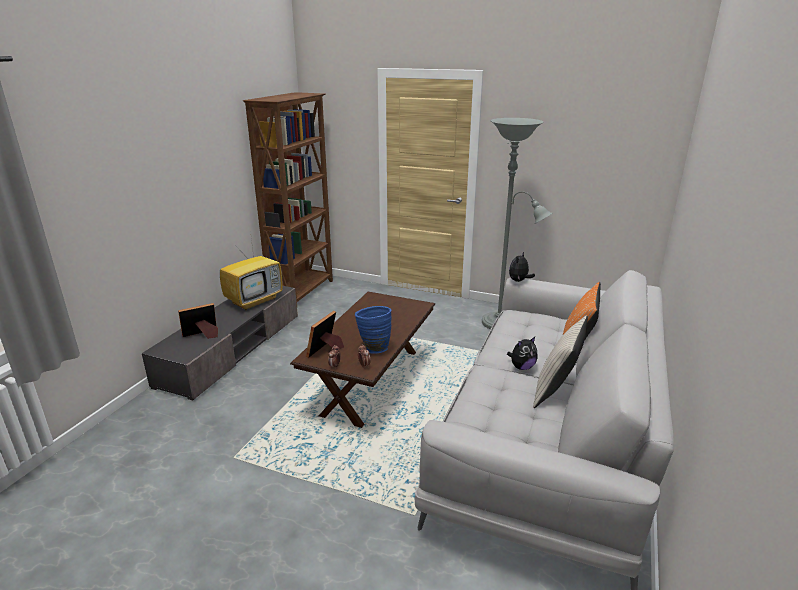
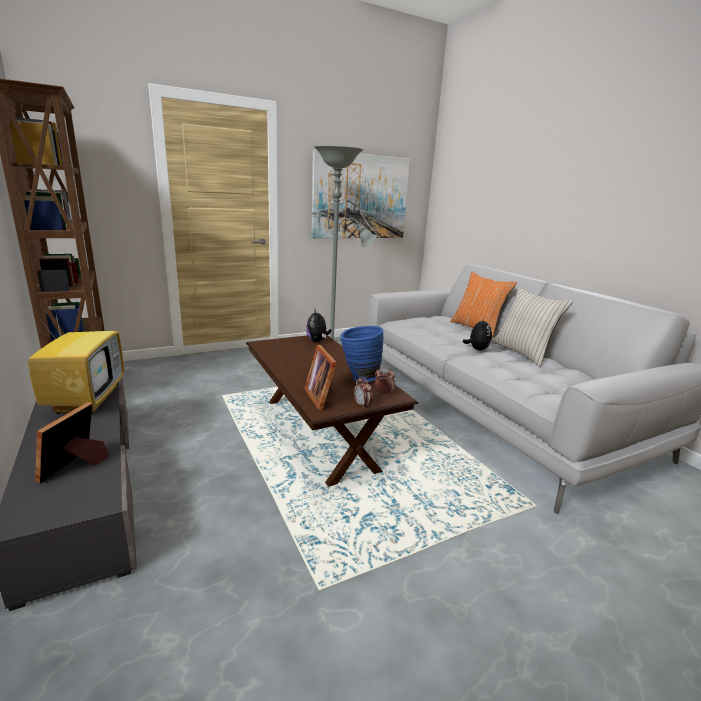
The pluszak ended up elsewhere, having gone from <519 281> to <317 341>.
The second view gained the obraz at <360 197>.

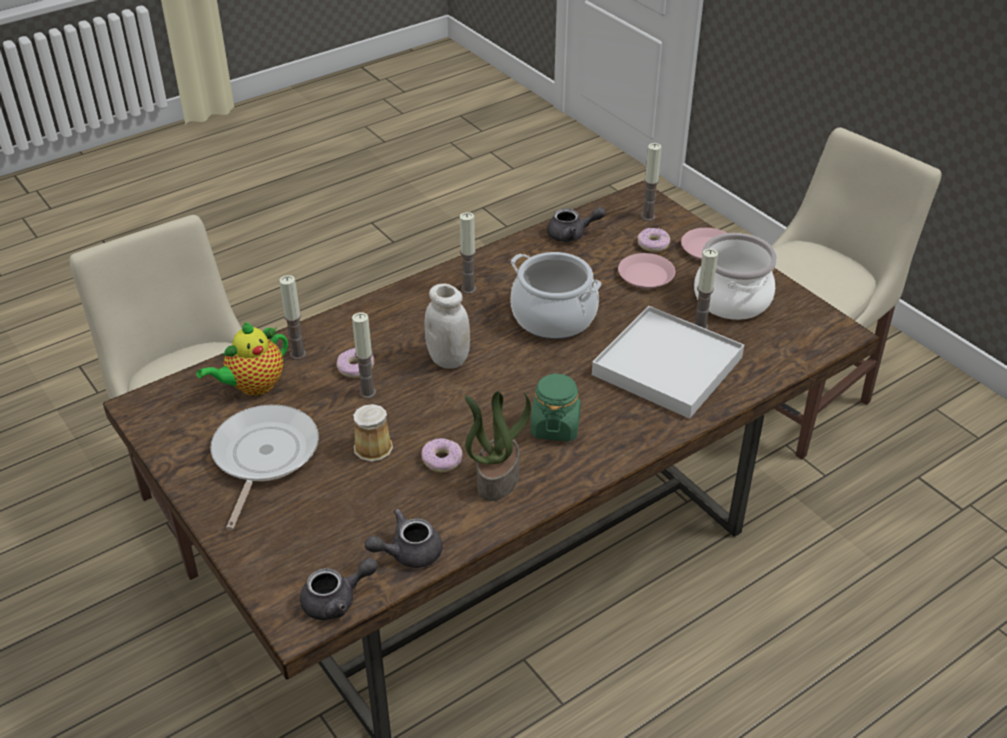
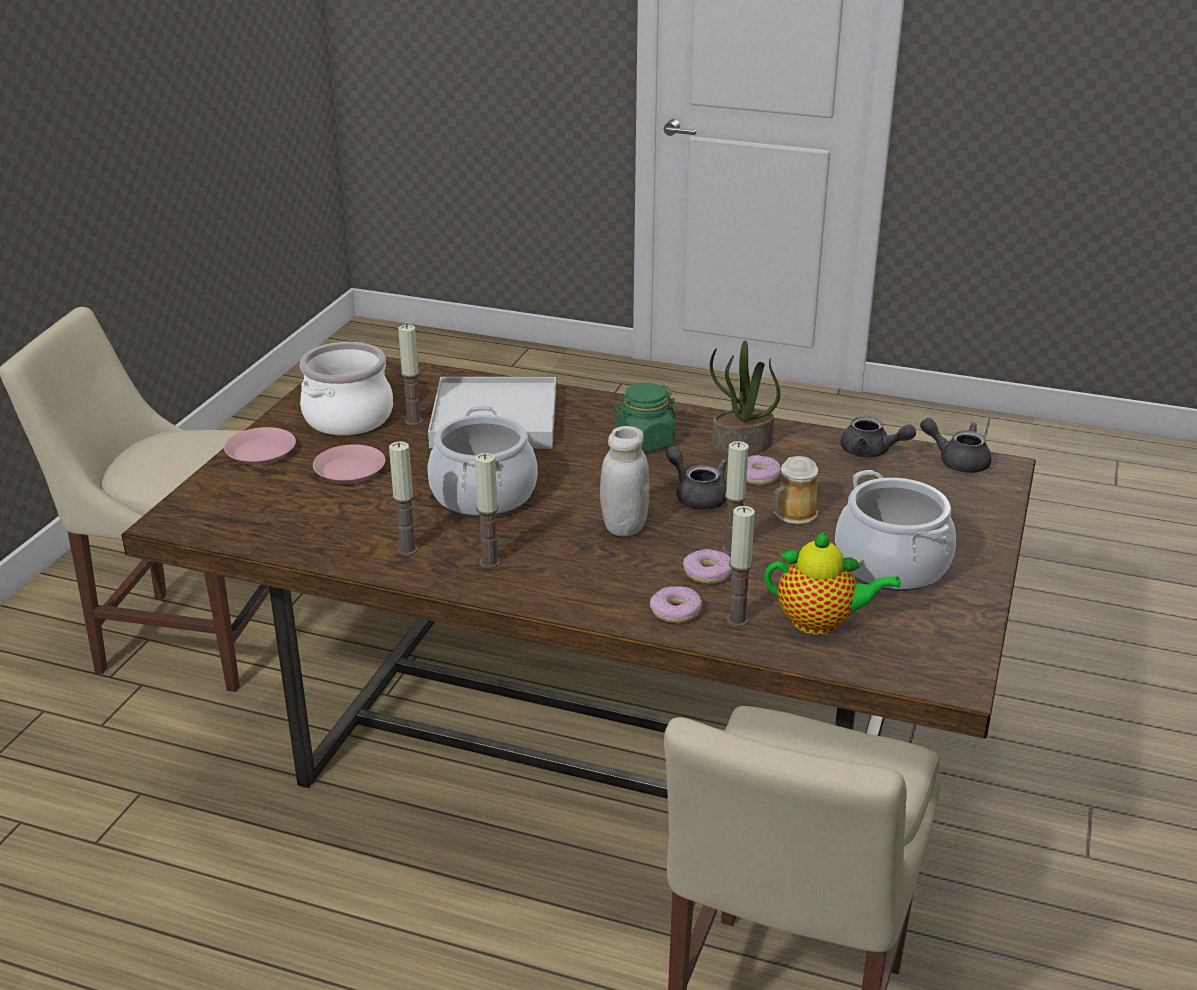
The świeca ended up elsewhere, having gone from <648 217> to <407 550>.
The donut ended up elsewhere, having gone from <653 244> to <676 611>.
The imbryk (szary) ended up elsewhere, having gone from <572 234> to <697 495>.
Where the patelnia stood at <263 456>, the garnek came to stand at <892 565>.

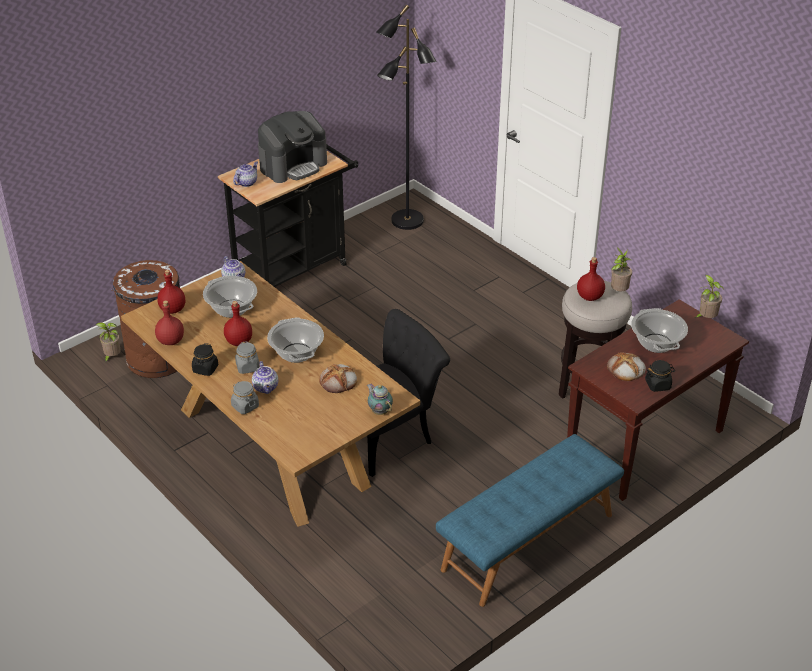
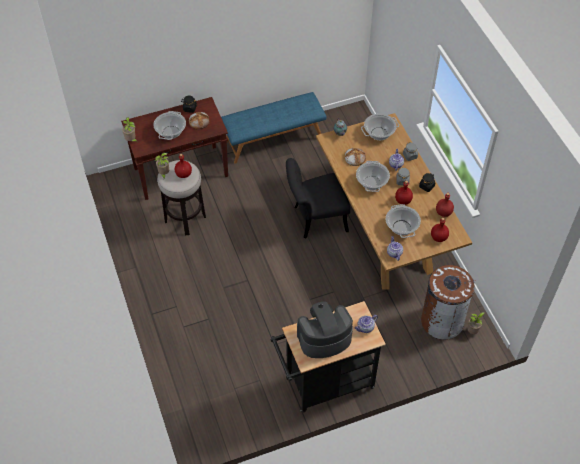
The second view gained the garnek at <379 134>.
The second view lost the lampa stojąca (czarny) at <407 221>.

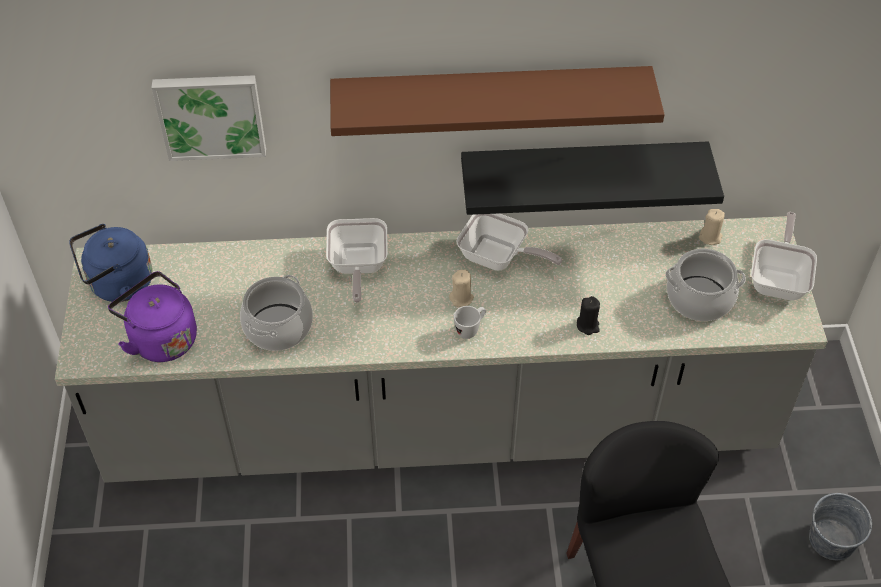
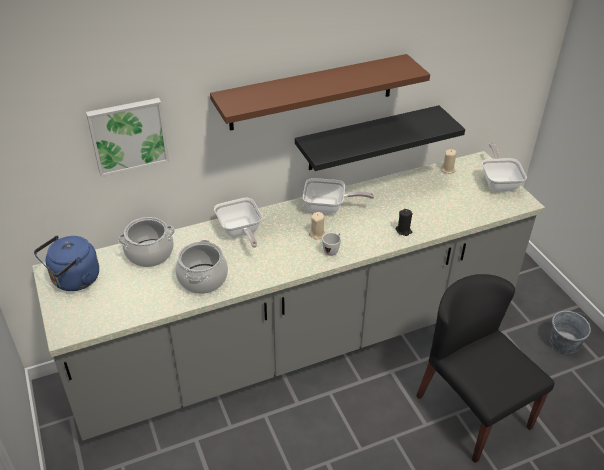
The garnek ended up elsewhere, having gone from <699 299> to <149 253>.
The second view lost the czajnik (fioletowy) at <161 338>.

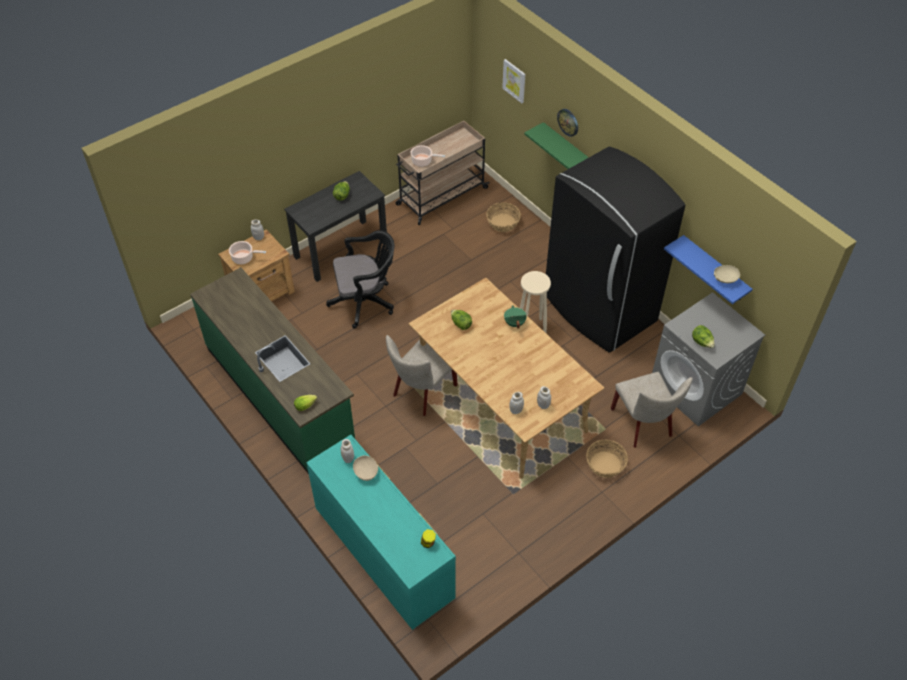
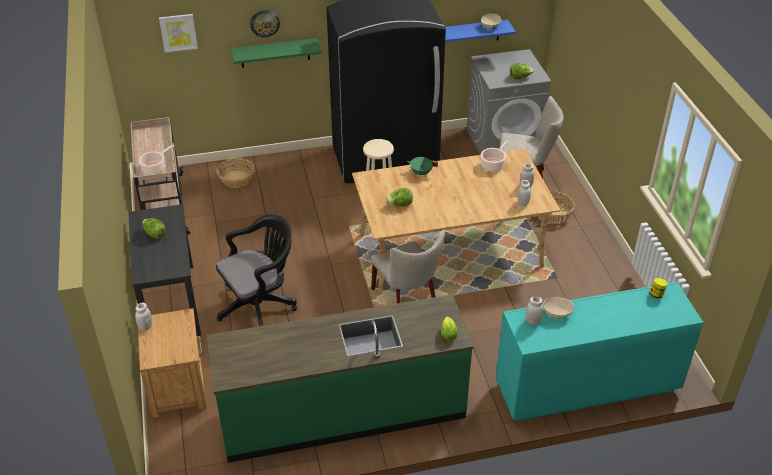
The krzesło biurowe (czarny) at <365 301> ended up facing another way, 45 degrees clockwise from before.
The garnek ended up elsewhere, having gone from <244 258> to <493 165>.

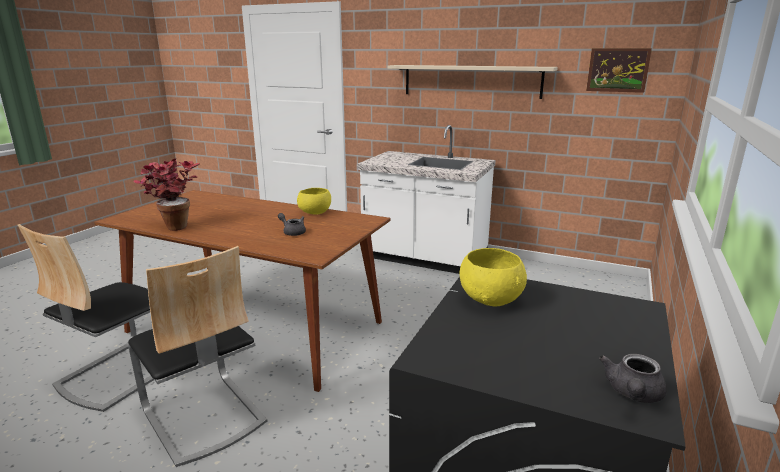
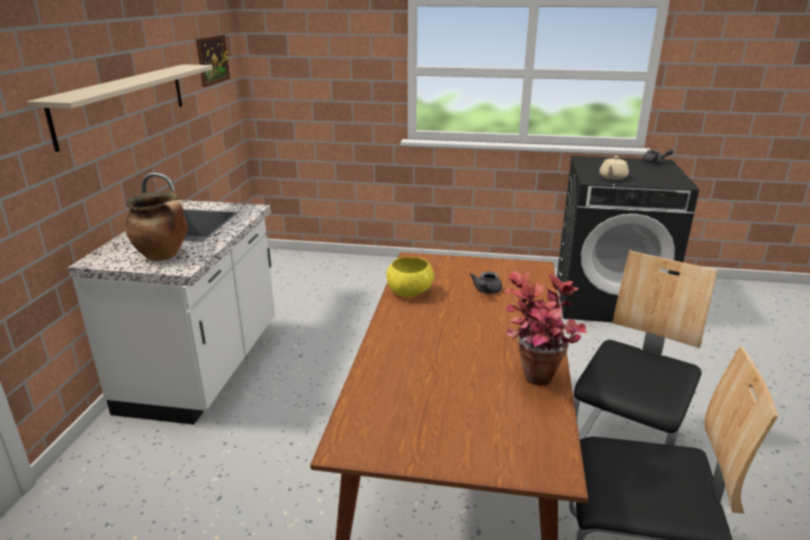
The second view gained the garnek at <164 255>.
Where the miska (żółty) stood at <490 299>, the imbryk (beżowy) came to stand at <612 177>.

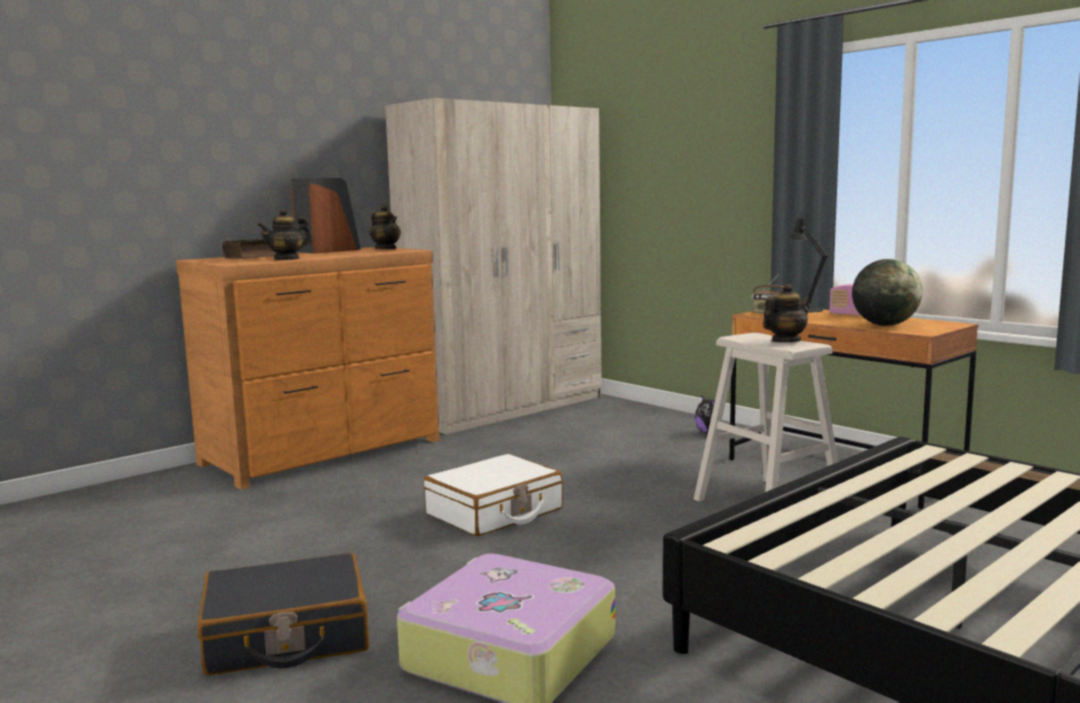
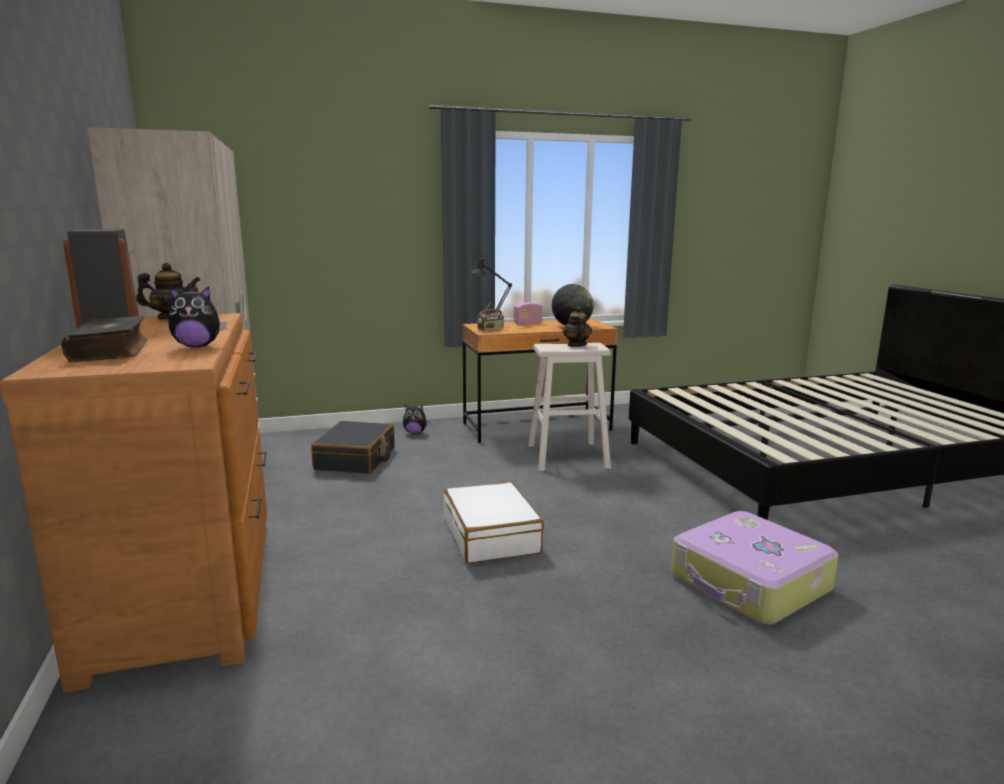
Where the imbryk stood at <287 259>, the pluszak came to stand at <198 346>.
The walizka (czarny) ended up elsewhere, having gone from <286 636> to <356 459>.

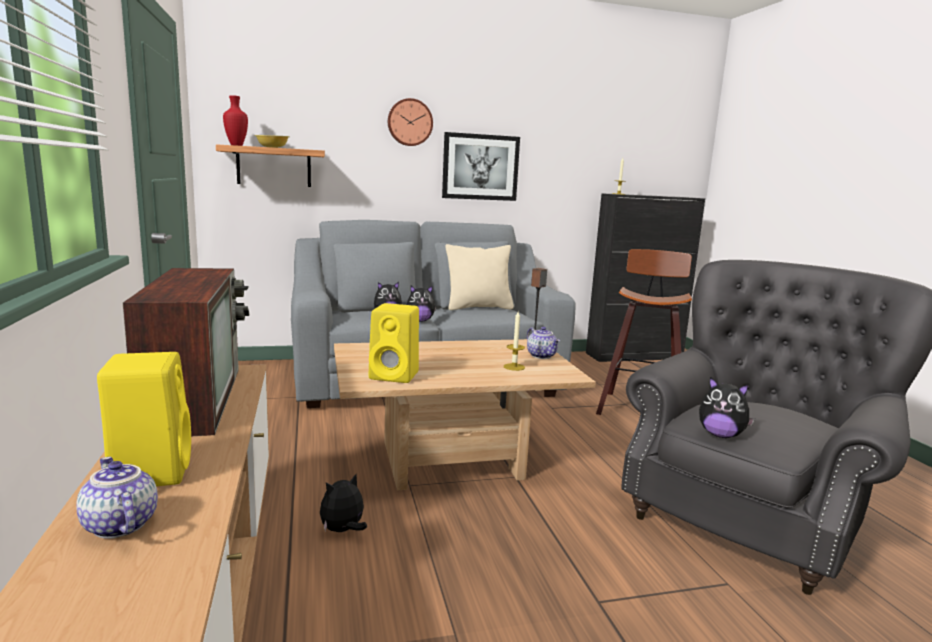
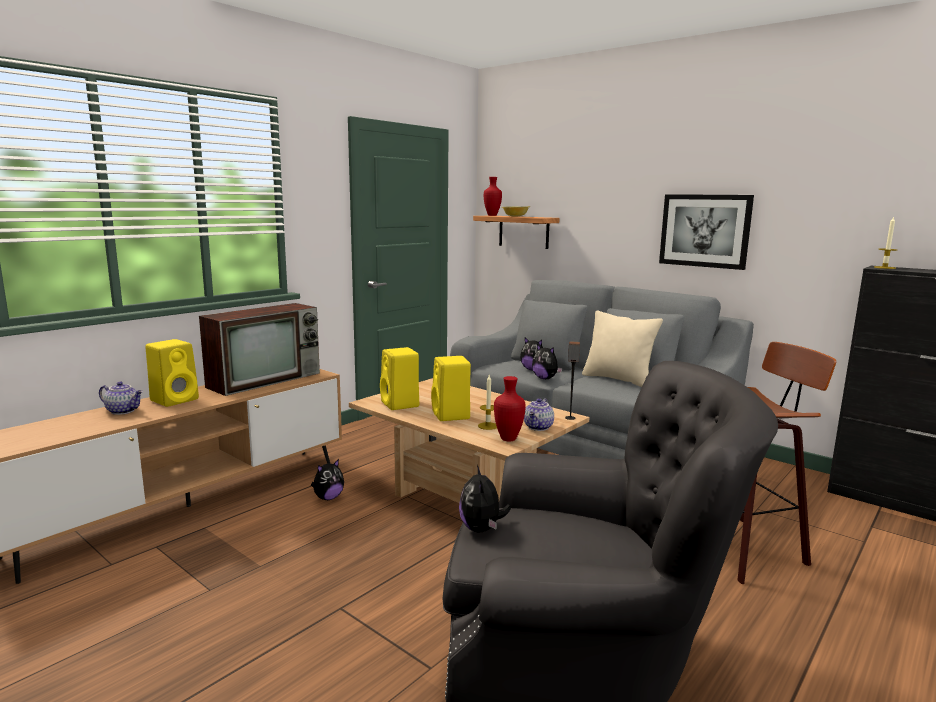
The imbryk at <118 525> ended up facing another way, 90 degrees clockwise from before.
The pluszak at <343 530> ended up facing another way, 120 degrees clockwise from before.
The second view gained the głośnik (żółty) at <451 415>.
The second view gained the wazon (czerwony) at <508 438>.
The second view lost the zegar ścienny at <410 122>.

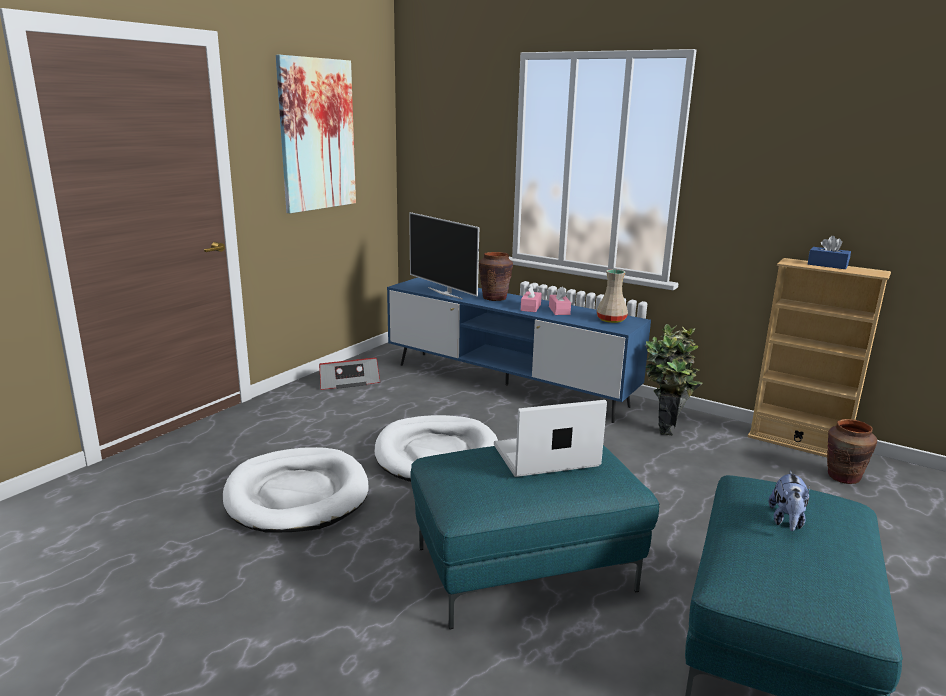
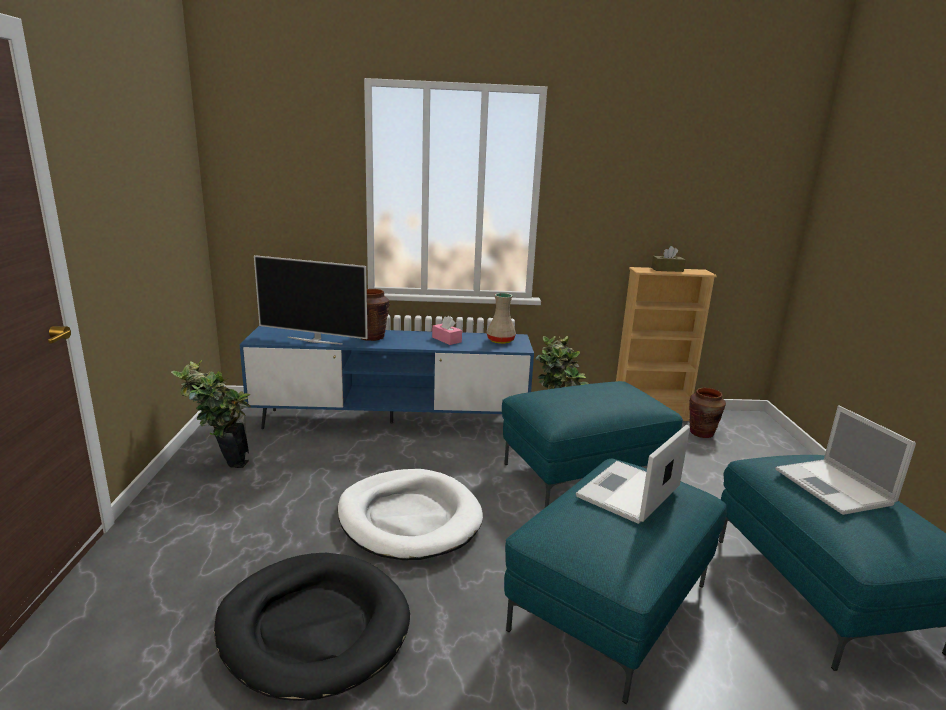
Where the radio stood at <348 381>, the roślina doniczkowa came to stand at <221 464>.
What was the legowisko (biały) at <297 495> turned into the legowisko (czarny) at <313 627>.
The second view gained the pufa (turkusowy) at <583 473>.
What was the pudełko chusteczek (niebieski) at <827 265> turned into the pudełko chusteczek (brązowy) at <667 269>.
Where the pluszak stood at <787 521>, the laptop came to stand at <835 487>.
The second view lost the obraz at <317 135>.
The second view lost the pudełko chusteczek (różowy) at <530 307>.

